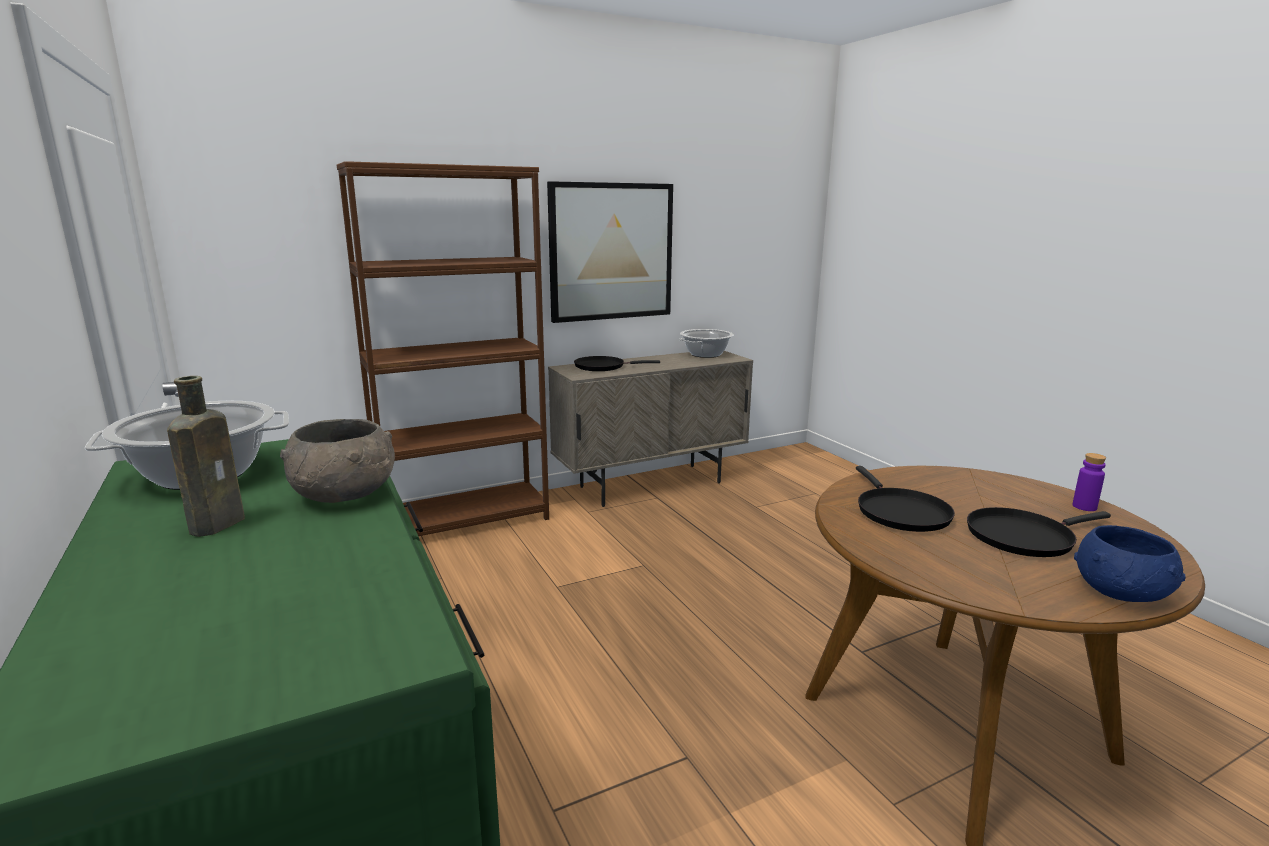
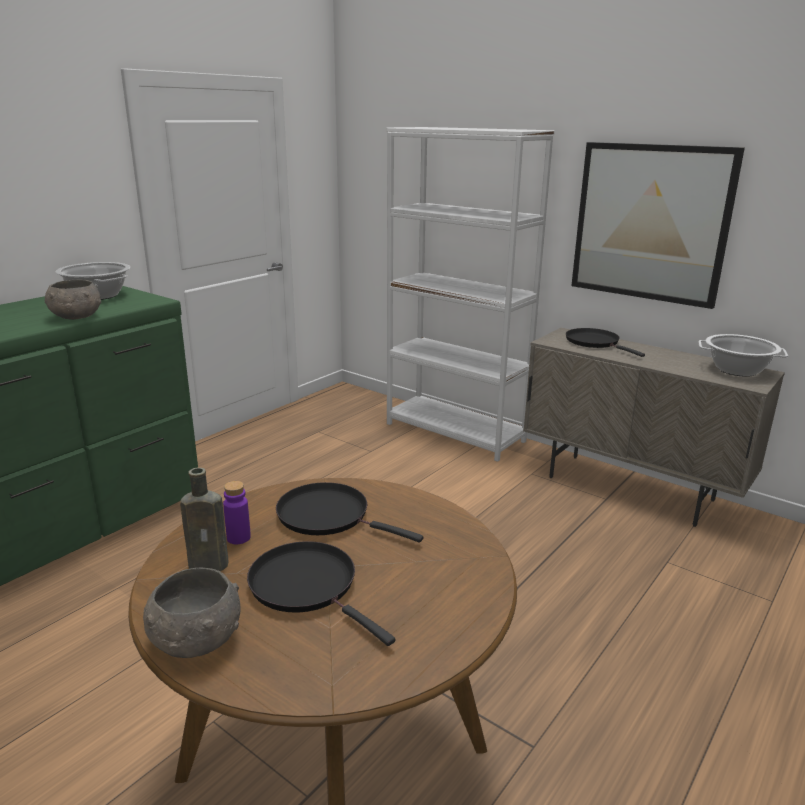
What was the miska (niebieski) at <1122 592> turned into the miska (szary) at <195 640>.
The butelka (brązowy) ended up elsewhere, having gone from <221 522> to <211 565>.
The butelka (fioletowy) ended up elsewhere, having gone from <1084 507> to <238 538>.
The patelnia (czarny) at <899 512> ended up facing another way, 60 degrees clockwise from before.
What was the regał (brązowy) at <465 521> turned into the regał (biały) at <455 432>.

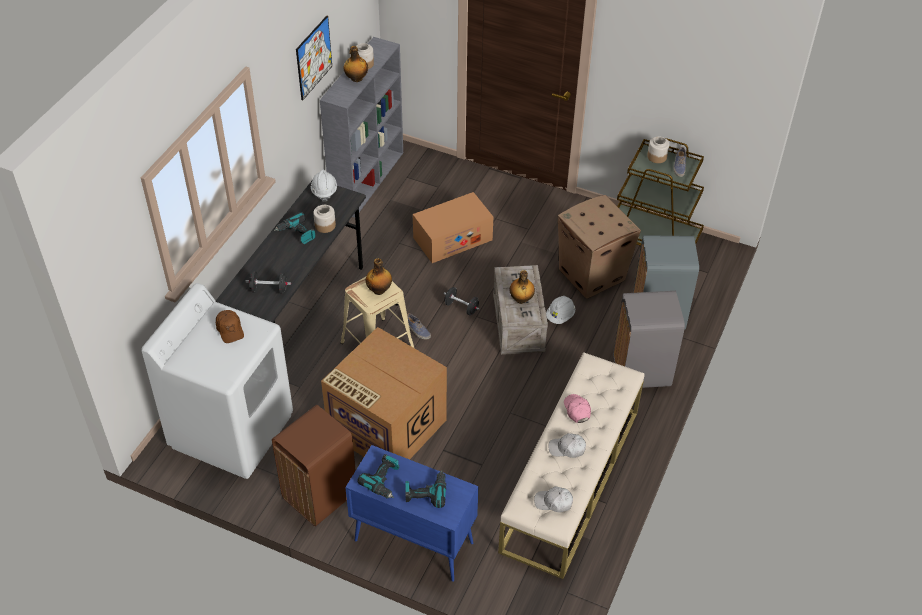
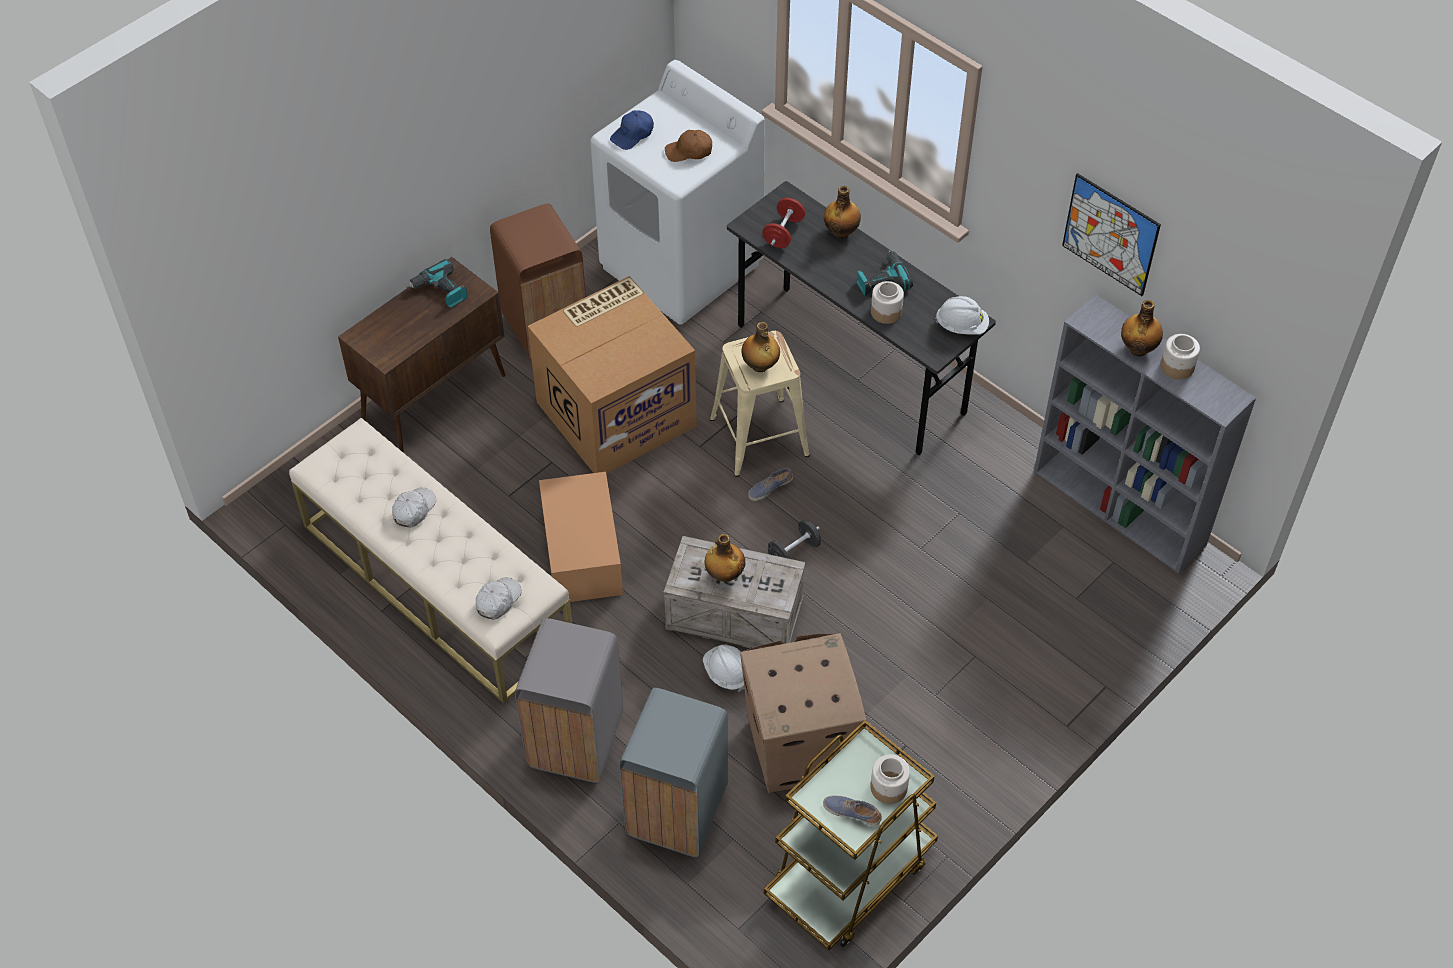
What was the szafka (niebieski) at <412 541> turned into the szafka (brązowy) at <435 397>.
The czapka z daszkiem (biały) ended up elsewhere, having gone from <553 502> to <498 600>.
The karton ended up elsewhere, having gone from <452 238> to <582 552>.
The second view gained the czapka z daszkiem (niebieski) at <632 134>.
What was the hantel (czarny) at <269 289> turned into the hantel (czerwony) at <783 233>.
The second view gained the butelka at <841 232>.
The second view lost the wiertarka at <426 492>.
The second view lost the czapka z daszkiem (różowy) at <577 410>.

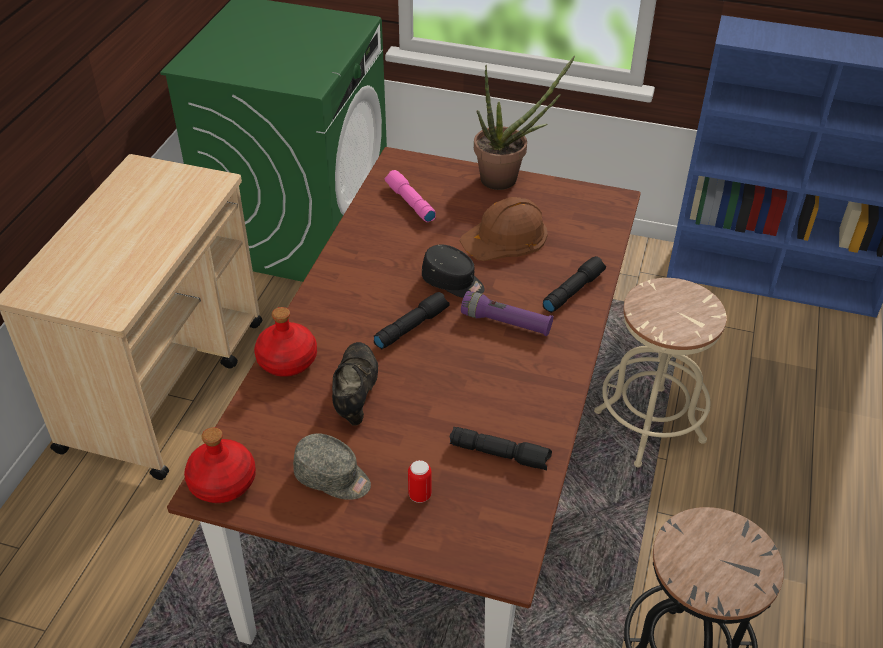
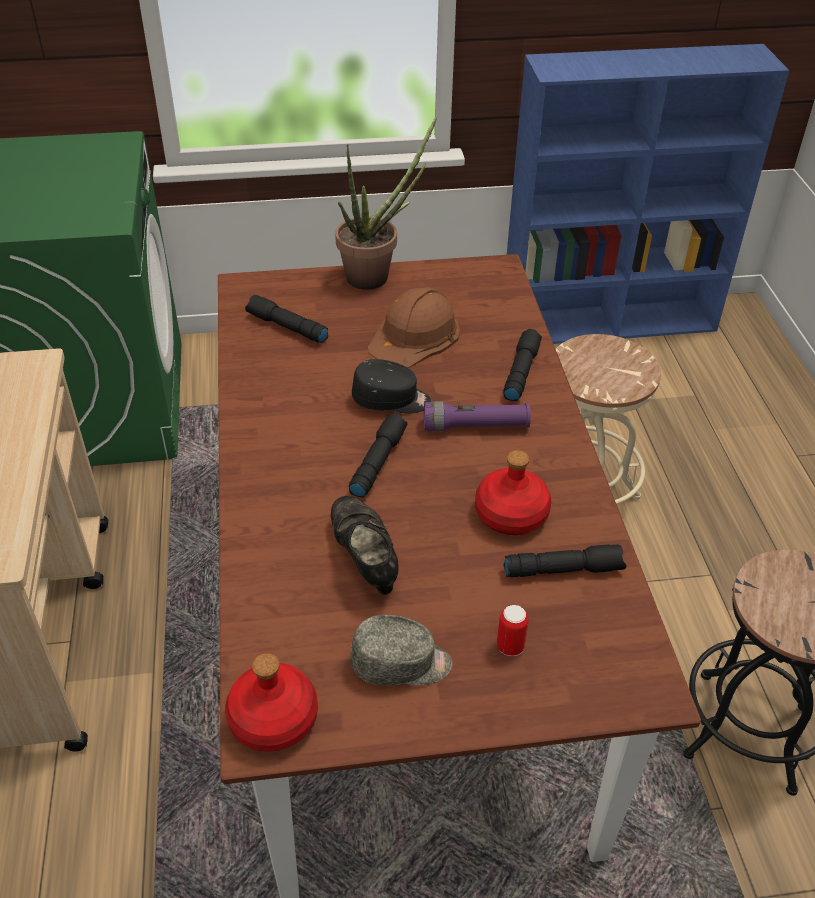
What was the latarka (różowy) at <409 202> turned into the latarka (czarny) at <286 327>.
The butelka (czerwony) ended up elsewhere, having gone from <286 360> to <511 515>.

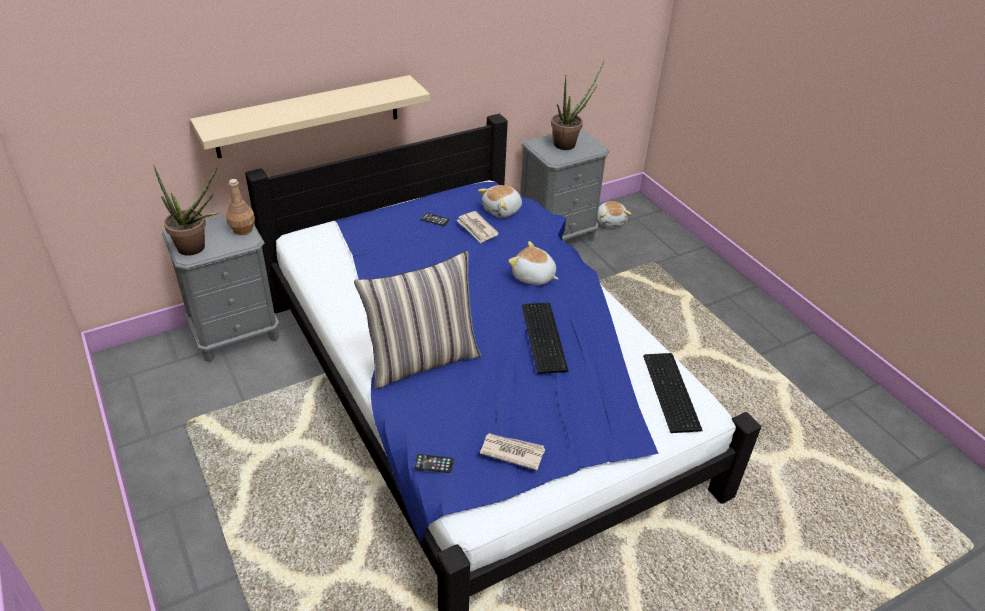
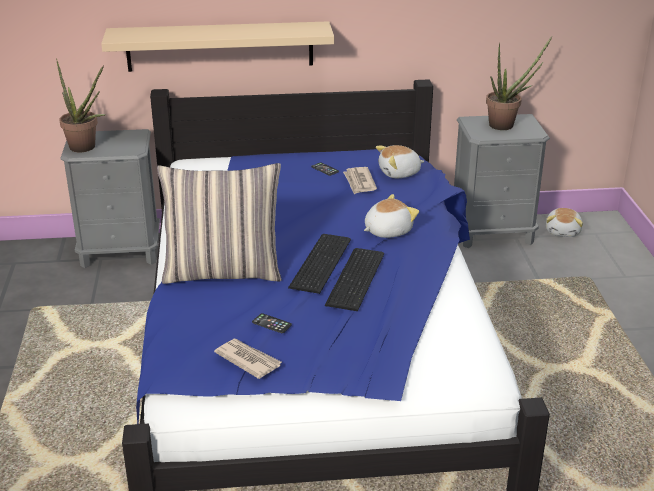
The telefon ended up elsewhere, having gone from <434 464> to <271 324>.
The klawiatura ended up elsewhere, having gone from <669 393> to <318 263>.
The pluszak at <533 277> ended up facing another way, 90 degrees clockwise from before.
The second view lost the butelka (brązowy) at <242 229>.

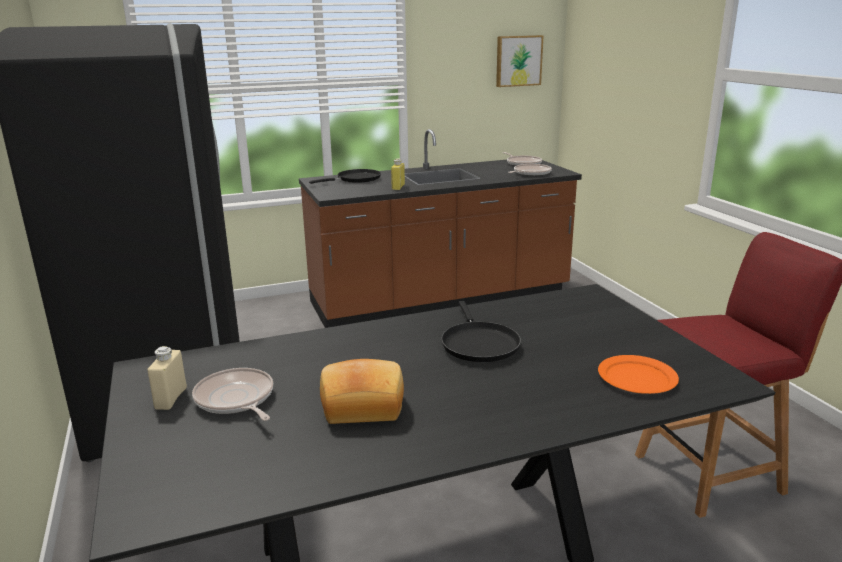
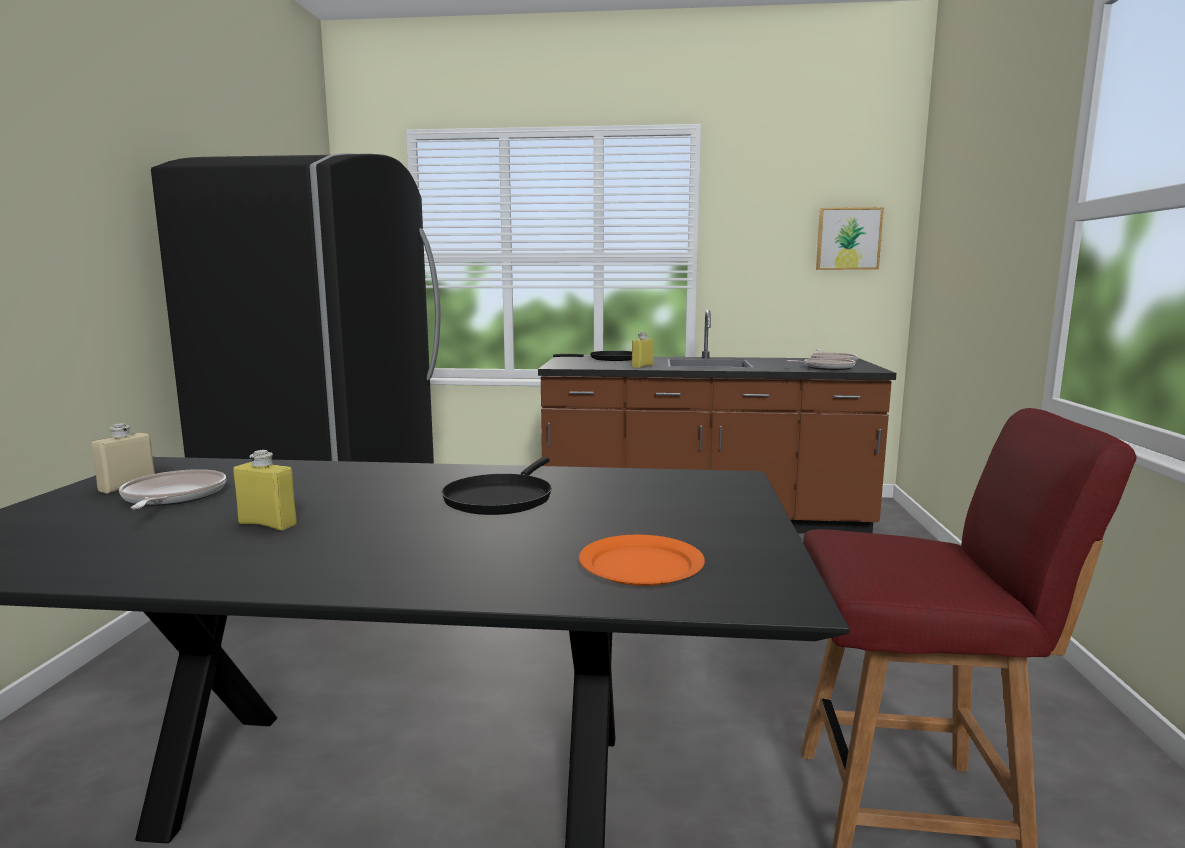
Where the chleb stood at <363 405>, the butelka (żółty) came to stand at <267 524>.

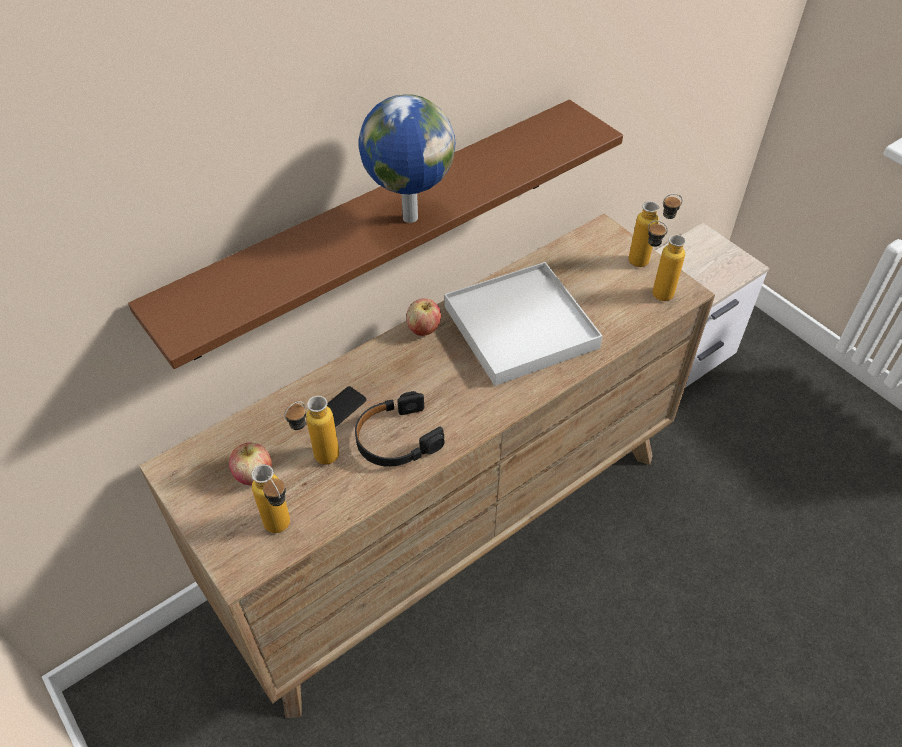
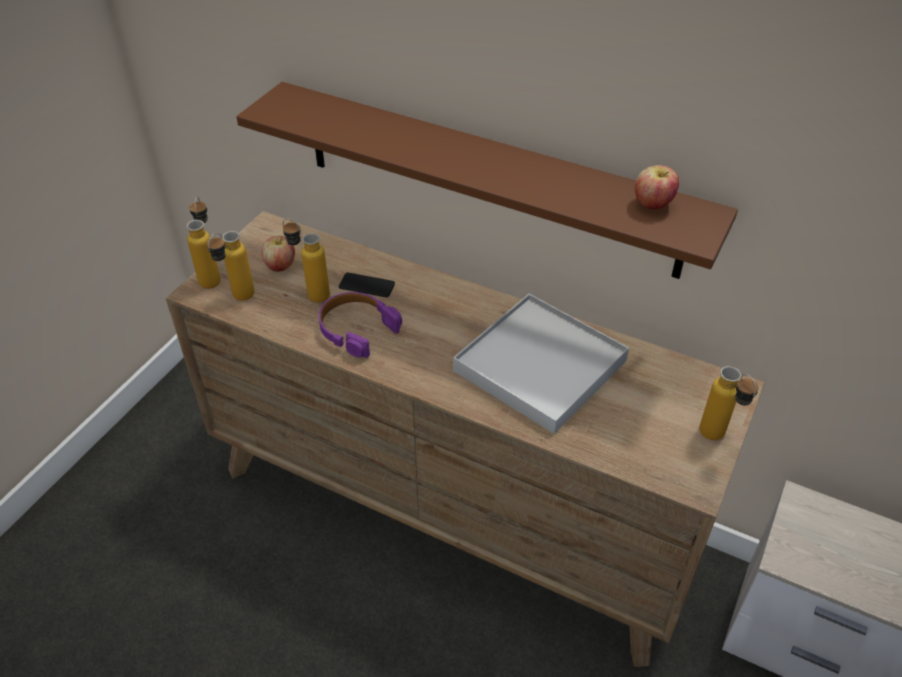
The butelka ended up elsewhere, having gone from <653 292> to <211 276>.
What was the słuchawki (czarny) at <396 439> turned into the słuchawki (fioletowy) at <356 329>.
The jabłko ended up elsewhere, having gone from <424 329> to <653 204>.
The second view lost the globus at <408 217>.

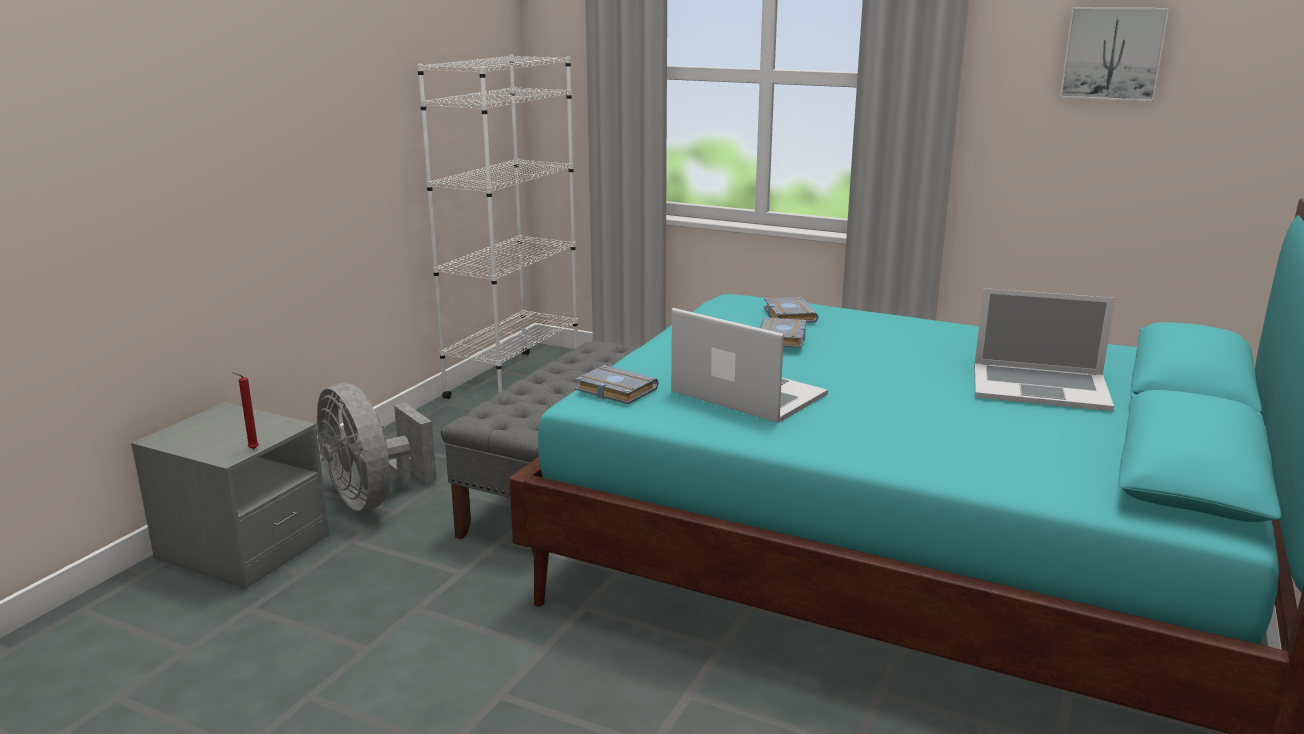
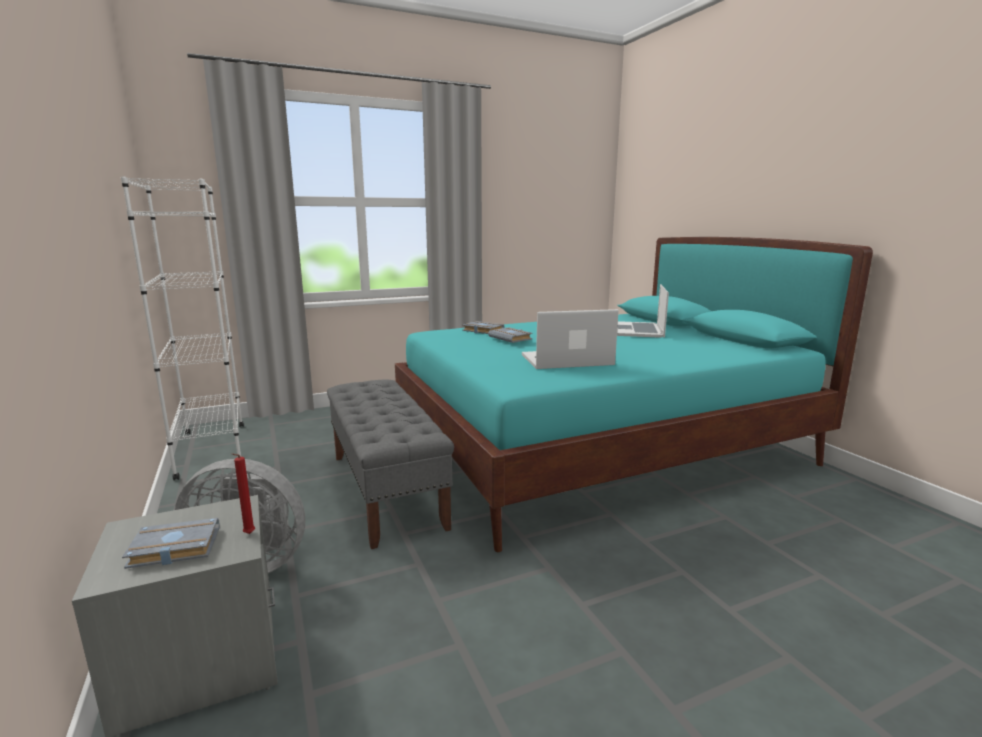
The książka (szary) ended up elsewhere, having gone from <613 390> to <172 549>.
The laptop at <1039 387> ended up facing another way, 135 degrees clockwise from before.
The second view lost the obraz at <1113 53>.

